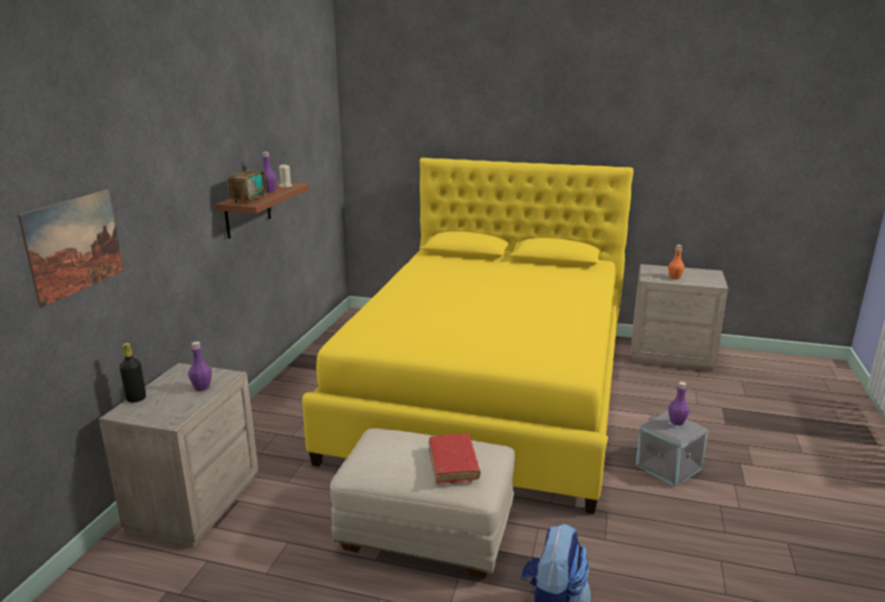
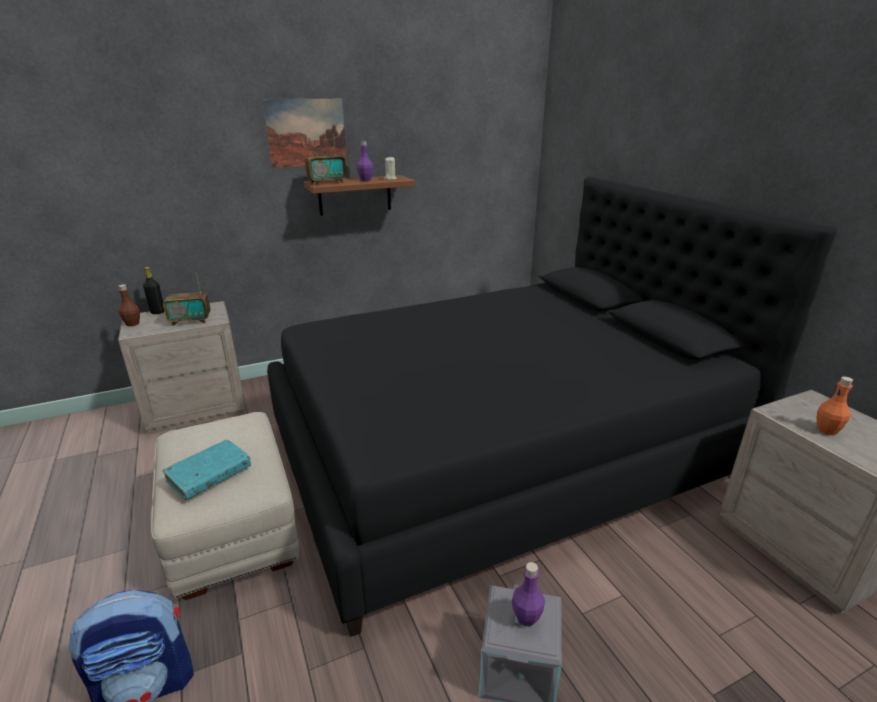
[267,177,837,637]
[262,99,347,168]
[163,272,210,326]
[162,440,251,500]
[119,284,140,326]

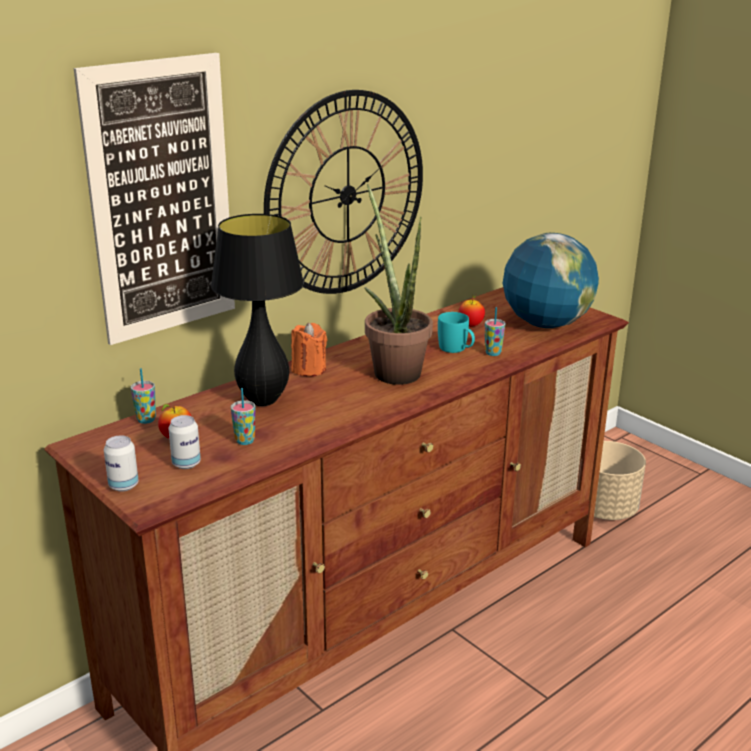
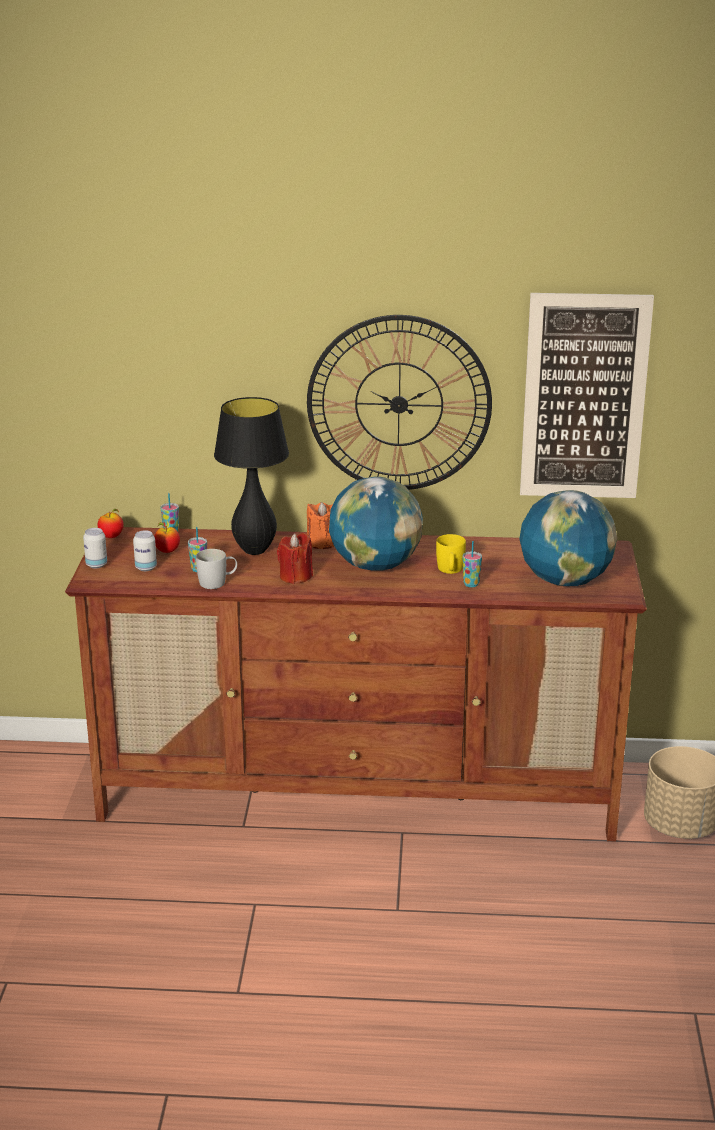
[520,293,654,498]
[329,477,423,571]
[98,509,124,538]
[436,534,466,574]
[277,533,313,584]
[196,549,237,589]

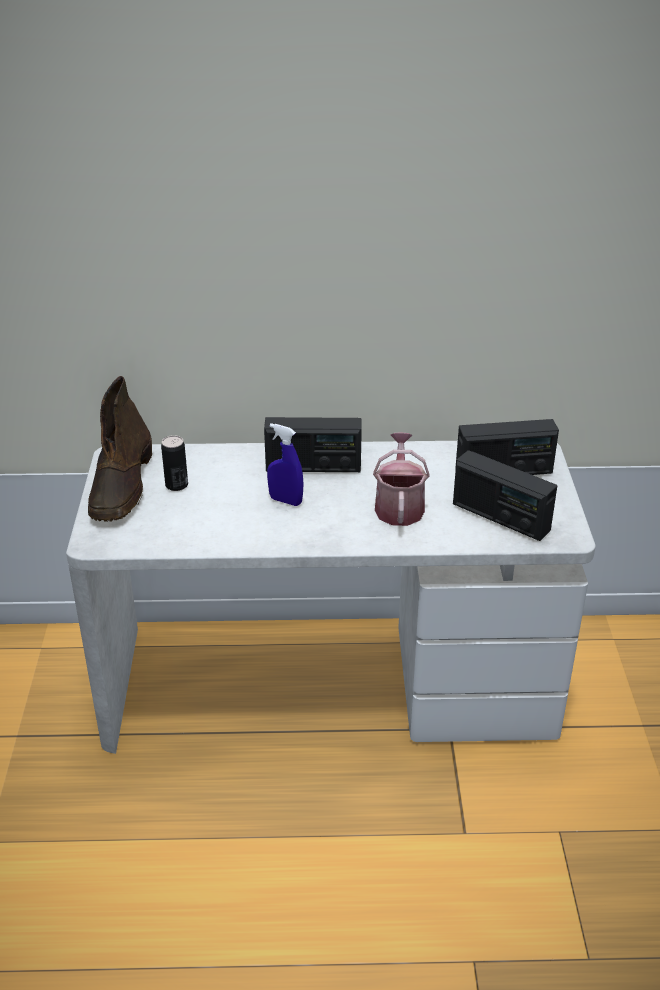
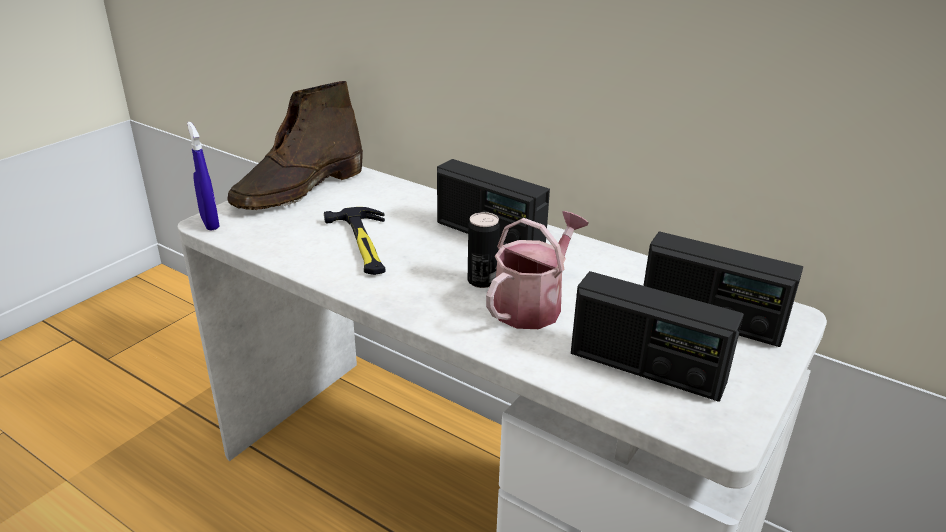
[187,122,220,231]
[468,212,500,288]
[571,271,744,402]
[324,207,386,275]

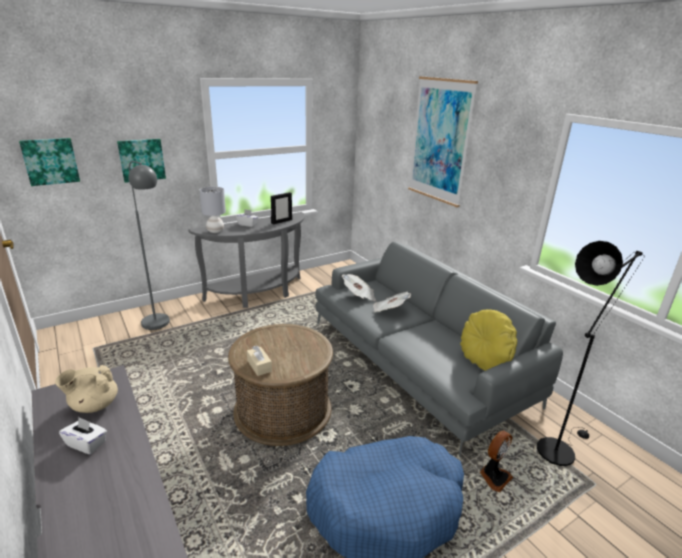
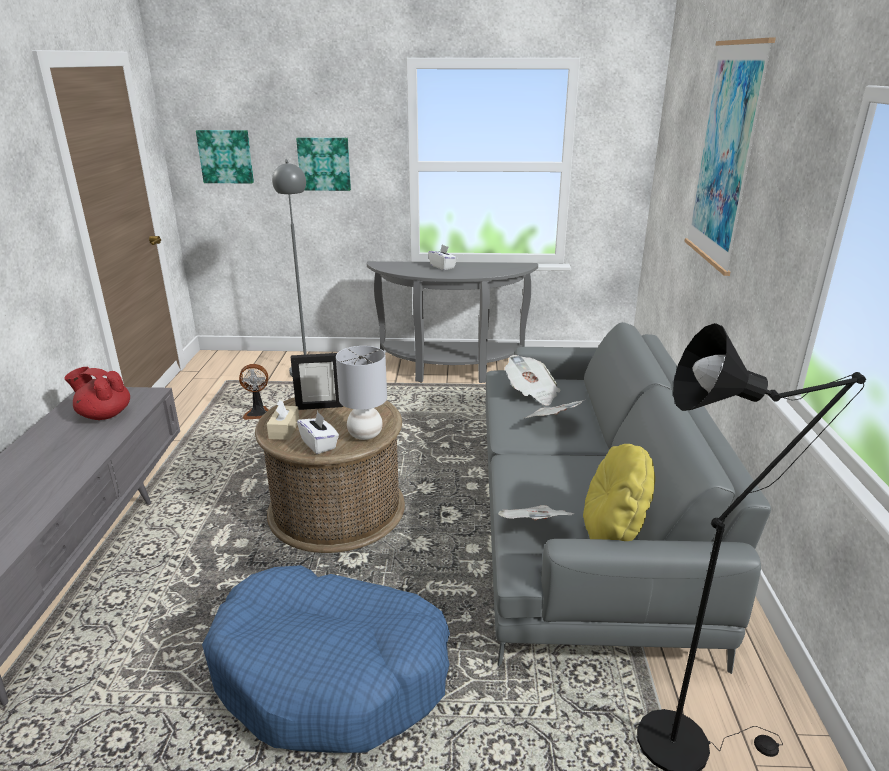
[336,346,387,440]
[291,353,343,410]
[64,367,130,420]
[297,411,339,454]
[239,364,269,420]
[498,505,574,521]

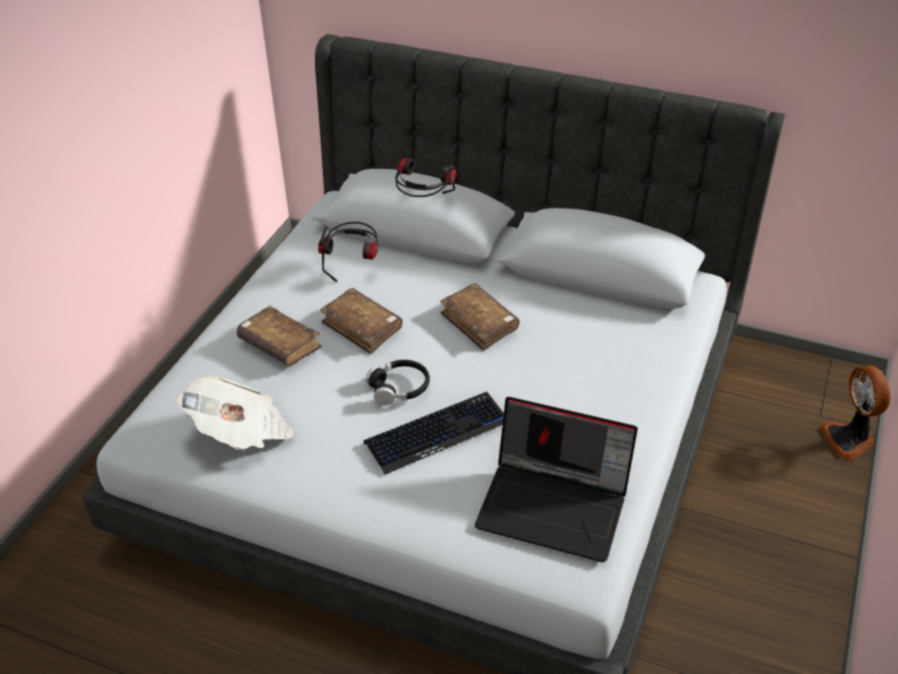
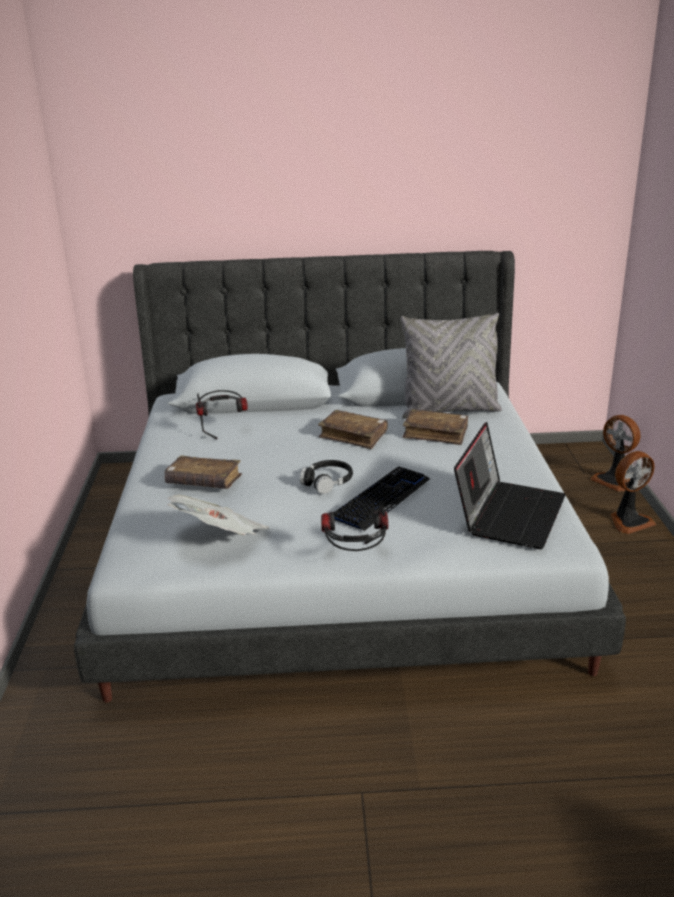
[321,507,388,551]
[403,409,468,445]
[454,422,566,549]
[401,313,502,418]
[610,451,656,534]

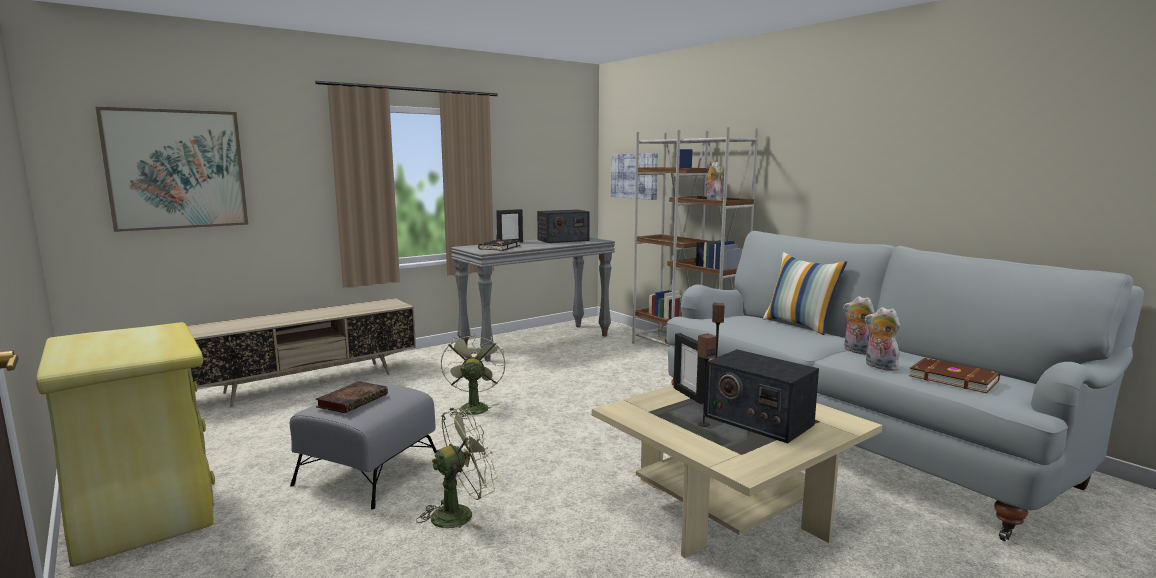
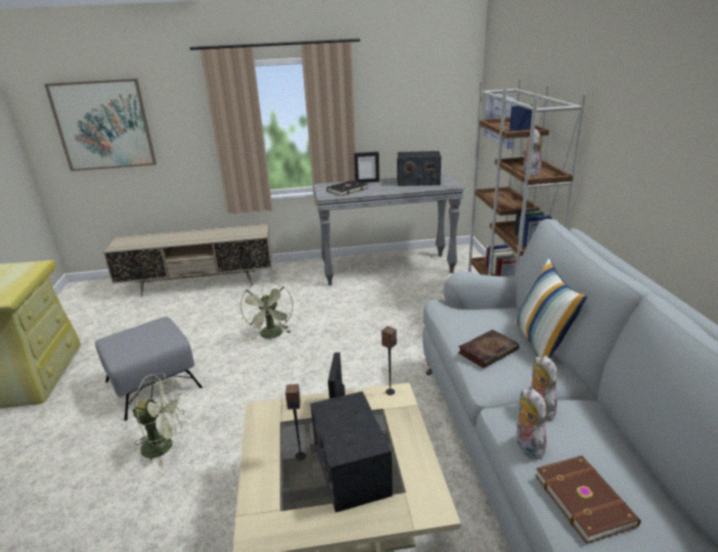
[240,281,293,340]
[458,330,519,368]

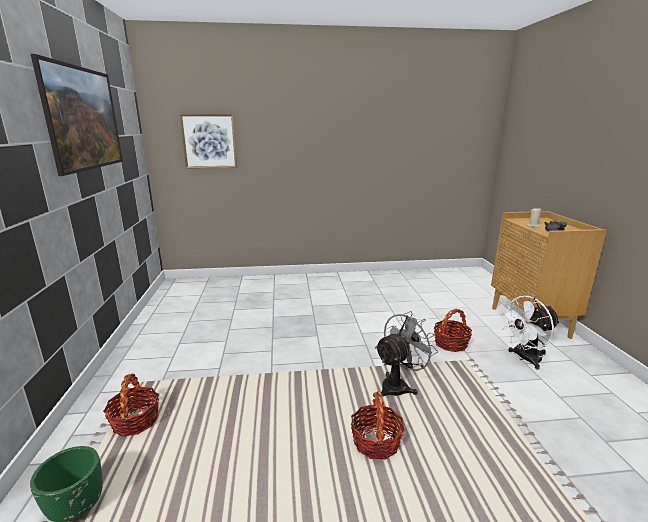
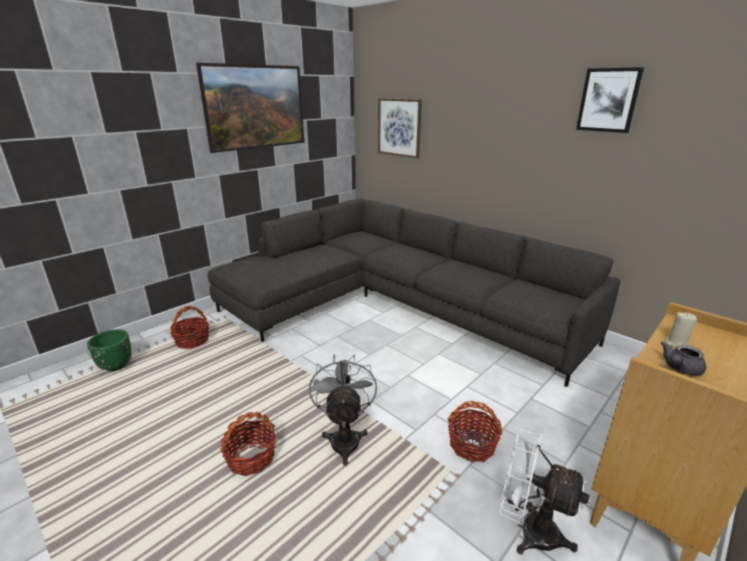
[309,355,377,466]
[576,67,644,133]
[208,198,620,387]

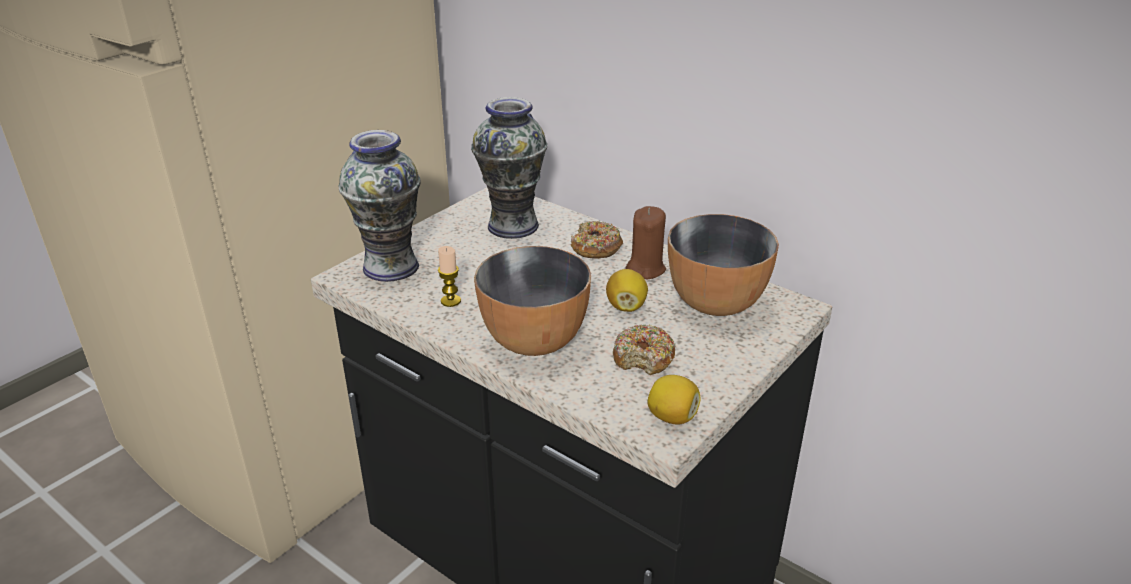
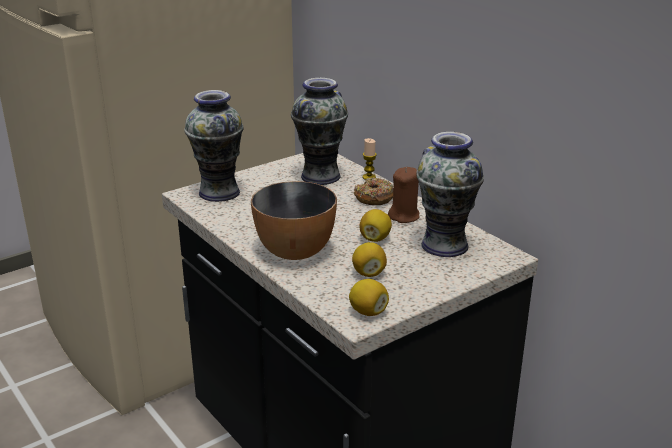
[416,132,484,257]
[363,138,377,179]
[352,242,387,277]

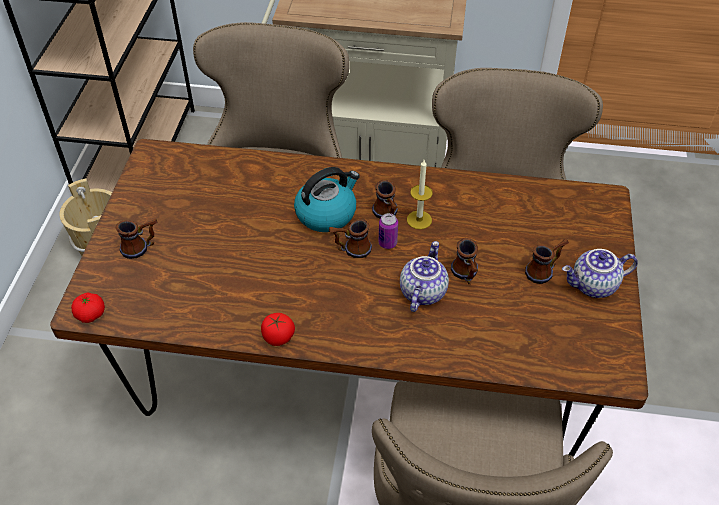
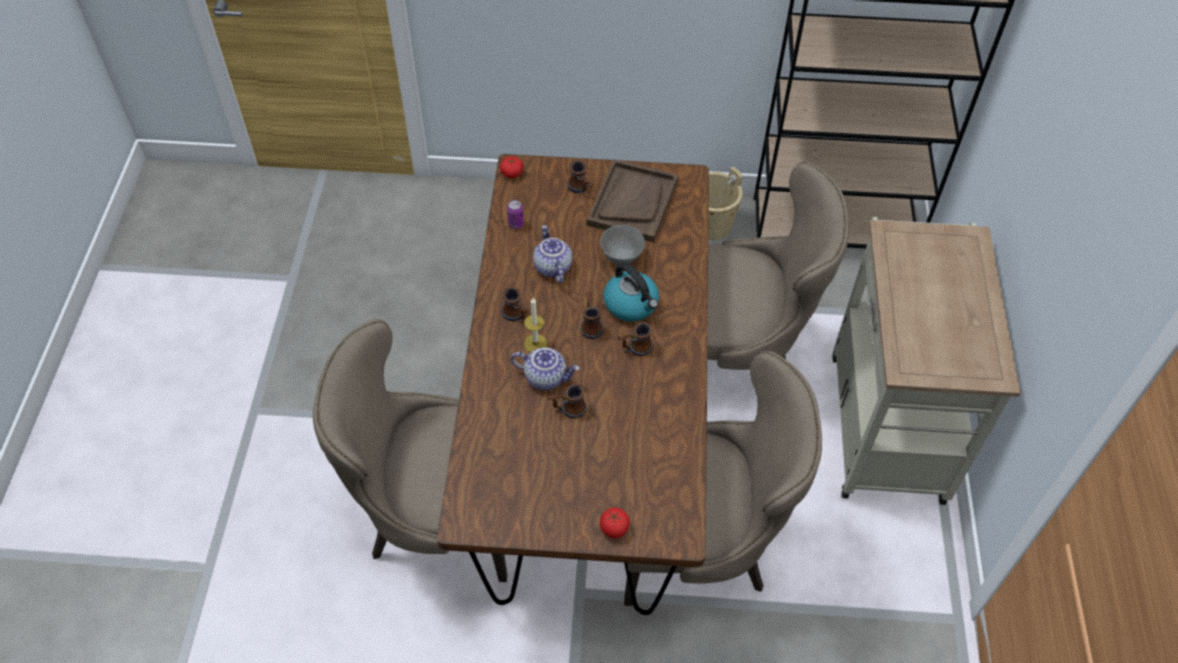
[524,298,547,352]
[507,200,524,229]
[501,286,528,323]
[533,225,572,283]
[600,507,630,538]
[587,159,678,242]
[601,225,645,265]

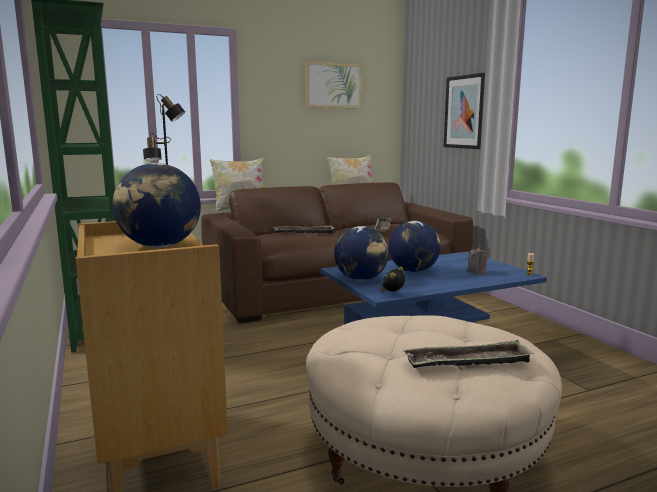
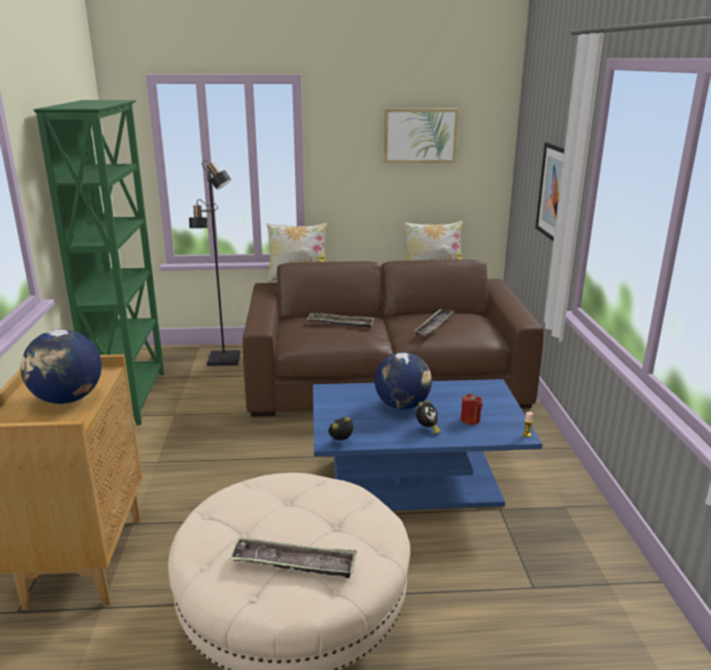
[334,226,389,281] (first image)
[460,394,483,425]
[416,400,441,434]

